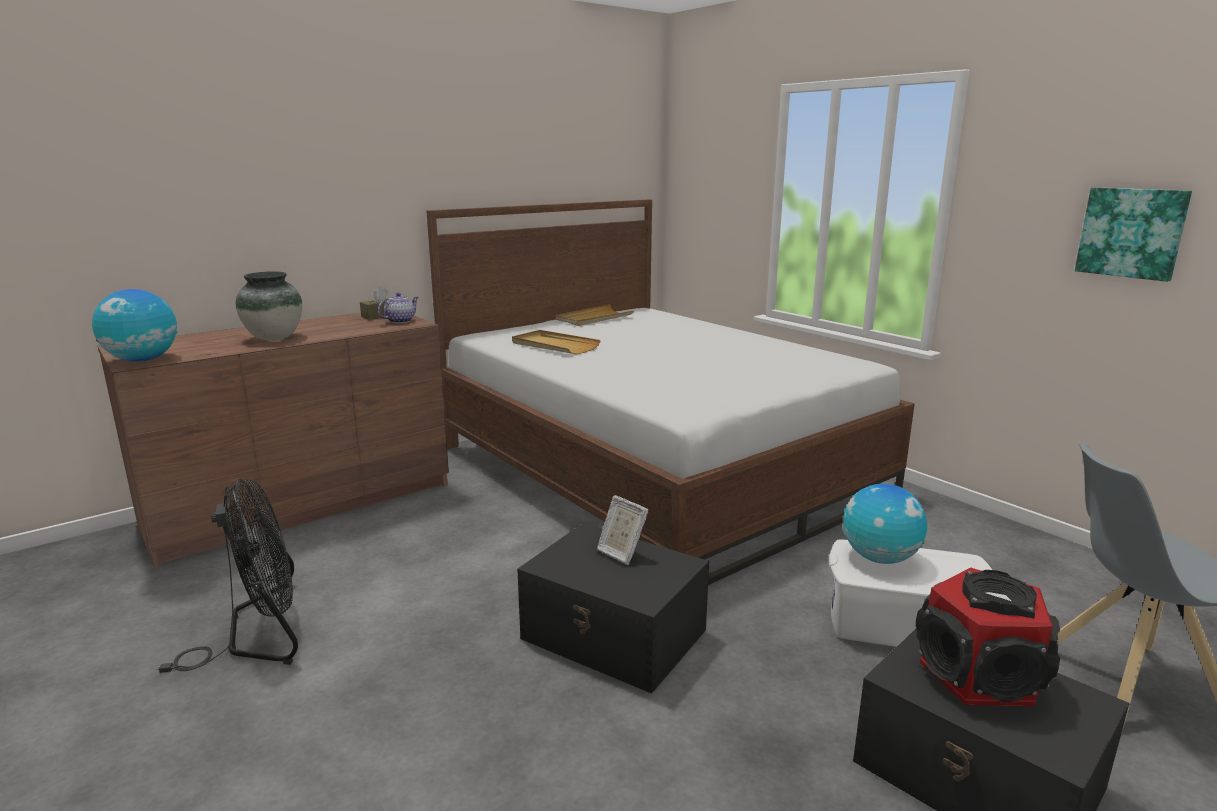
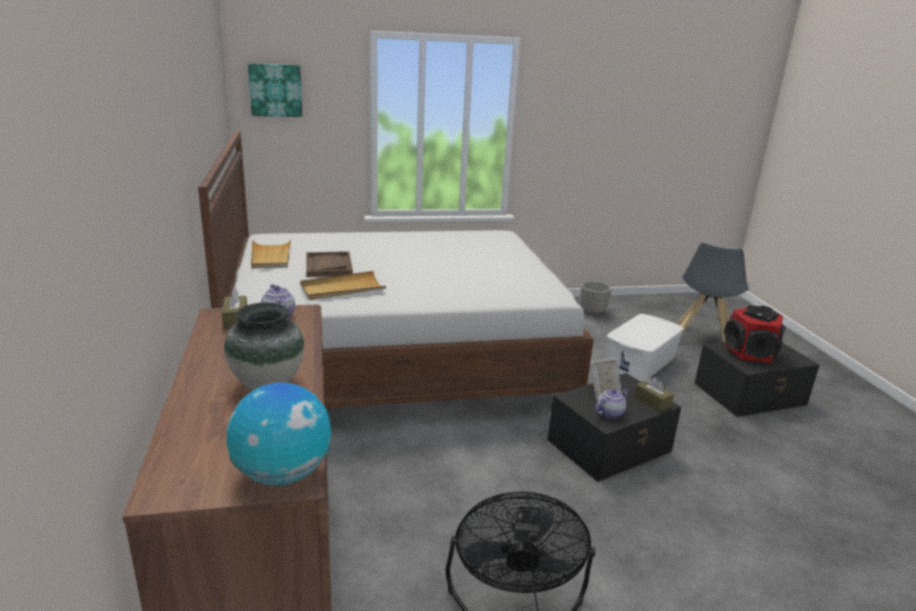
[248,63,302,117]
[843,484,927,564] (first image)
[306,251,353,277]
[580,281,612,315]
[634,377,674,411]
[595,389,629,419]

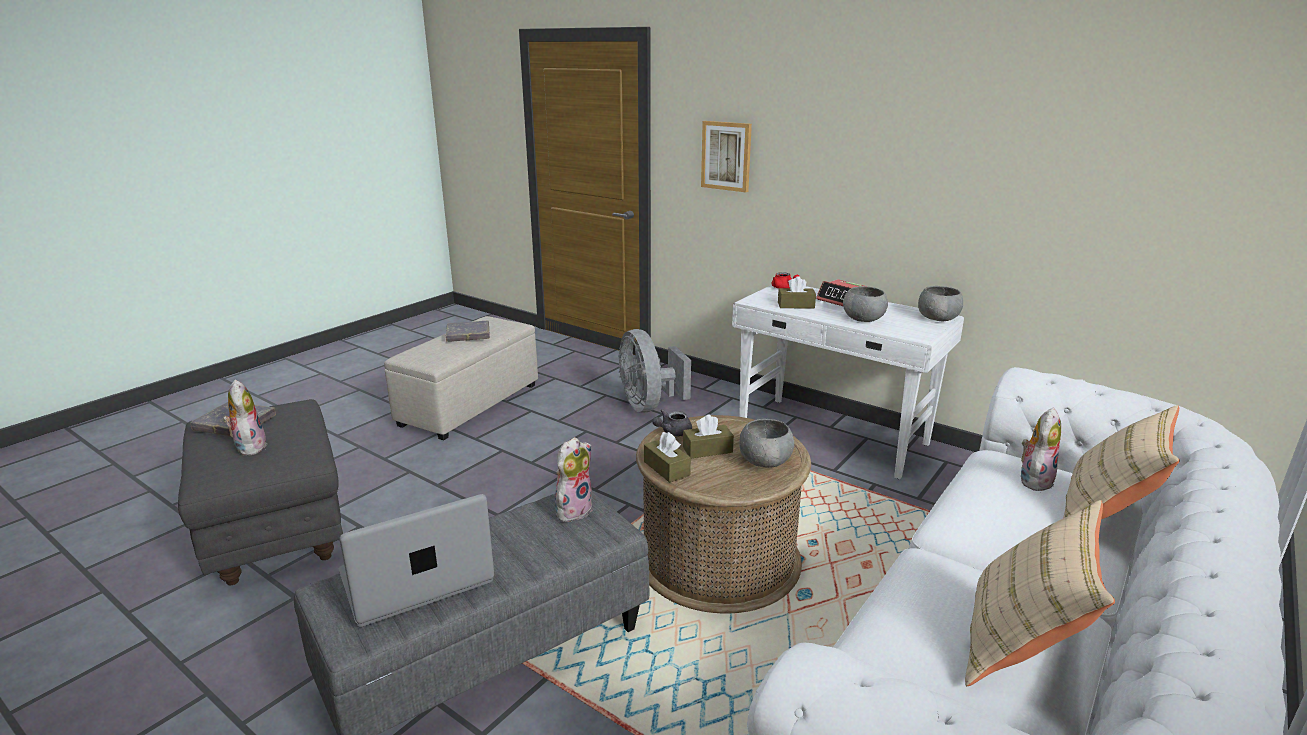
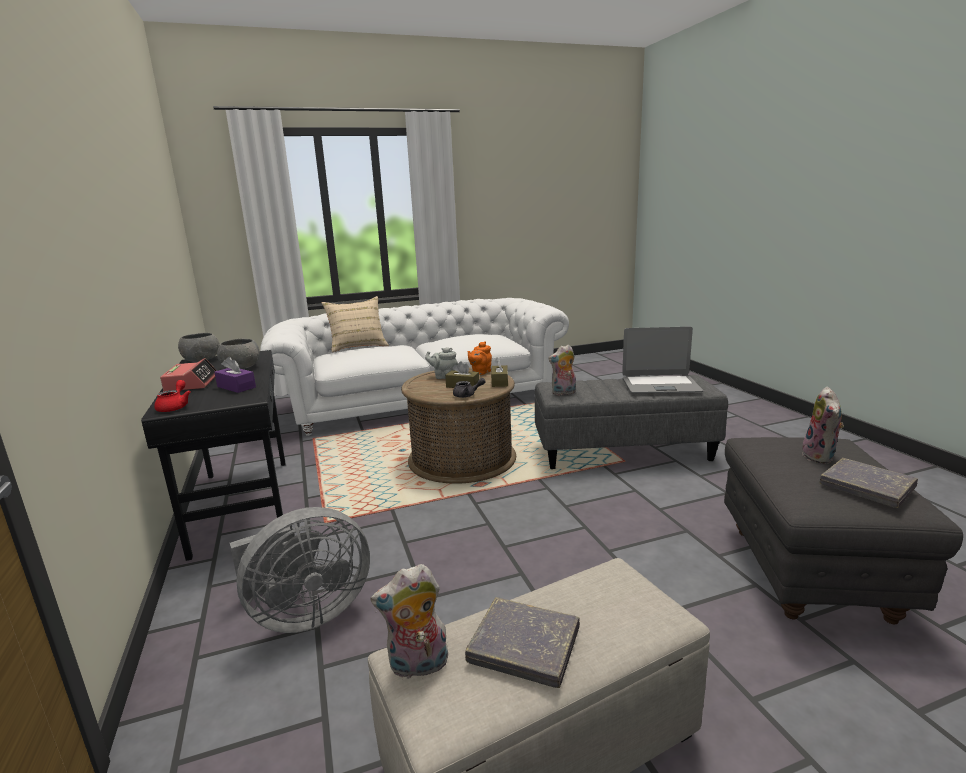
[701,121,752,192] (first image)
[215,357,256,393]
[141,350,286,561]
[230,507,370,633]
[370,564,448,679]
[425,347,458,379]
[965,500,1115,686] (first image)
[468,341,492,375]

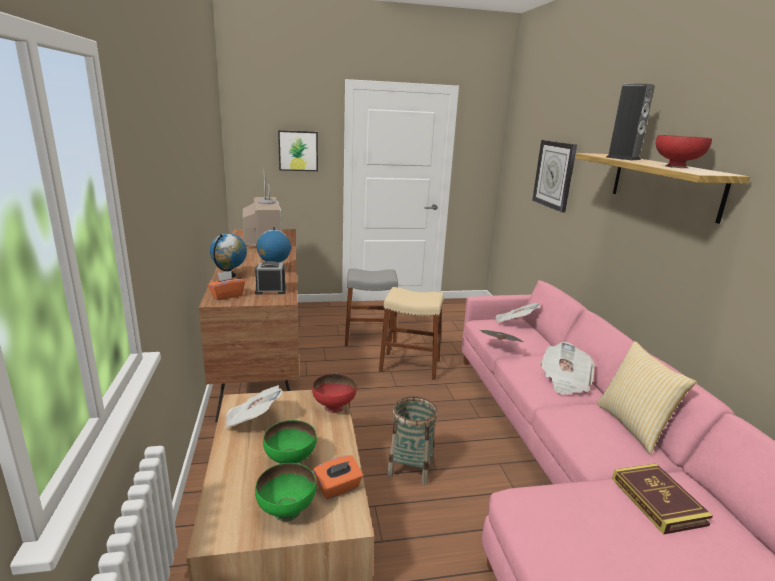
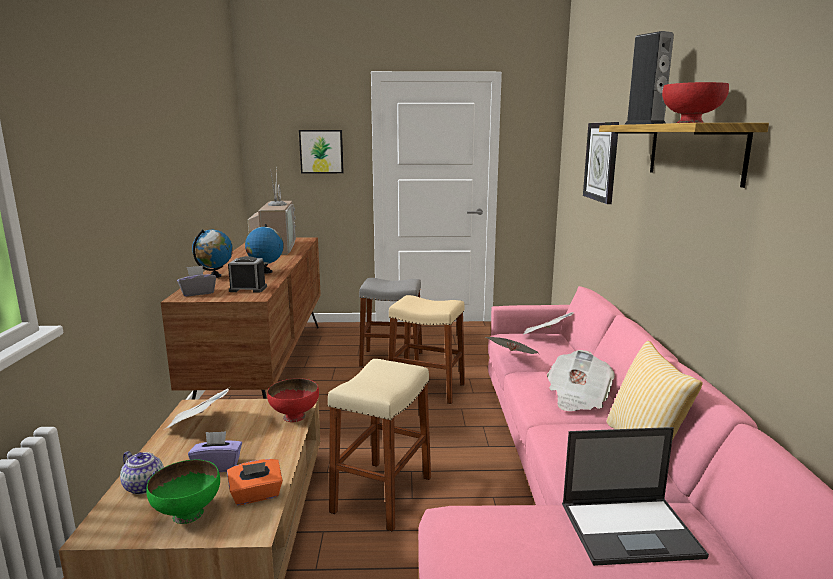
[177,265,216,297]
[328,359,431,532]
[188,431,242,472]
[562,427,709,566]
[120,451,164,495]

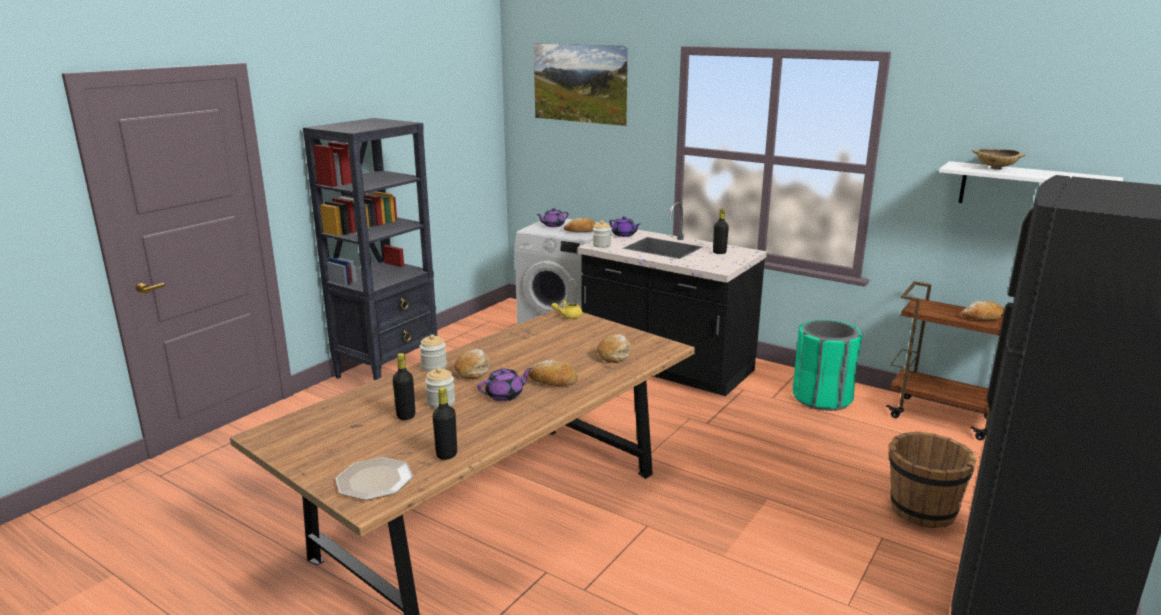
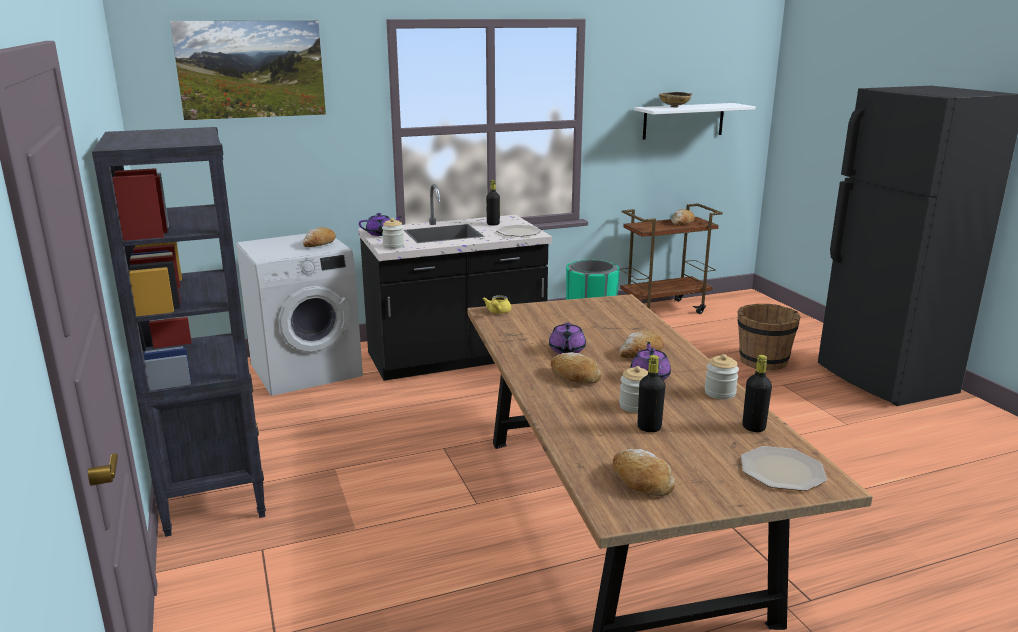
[549,322,586,354]
[705,354,739,399]
[613,449,675,496]
[496,225,541,237]

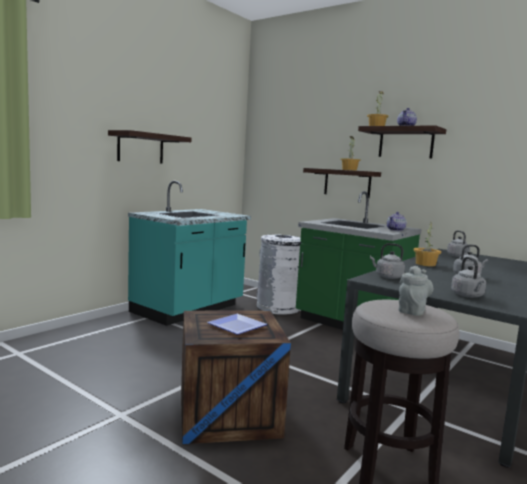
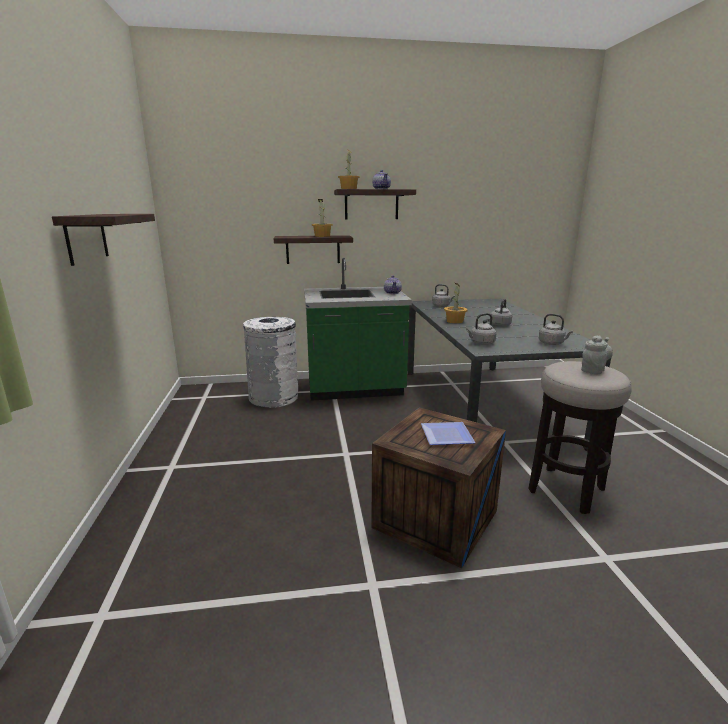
[128,181,251,326] (first image)
[581,335,613,374]

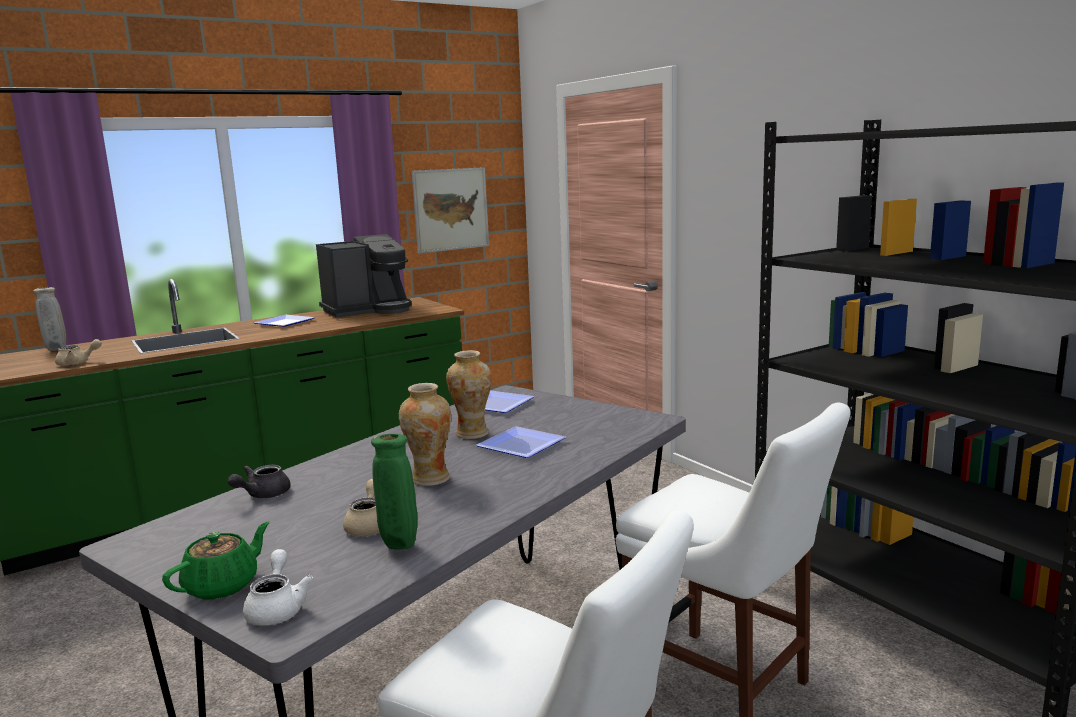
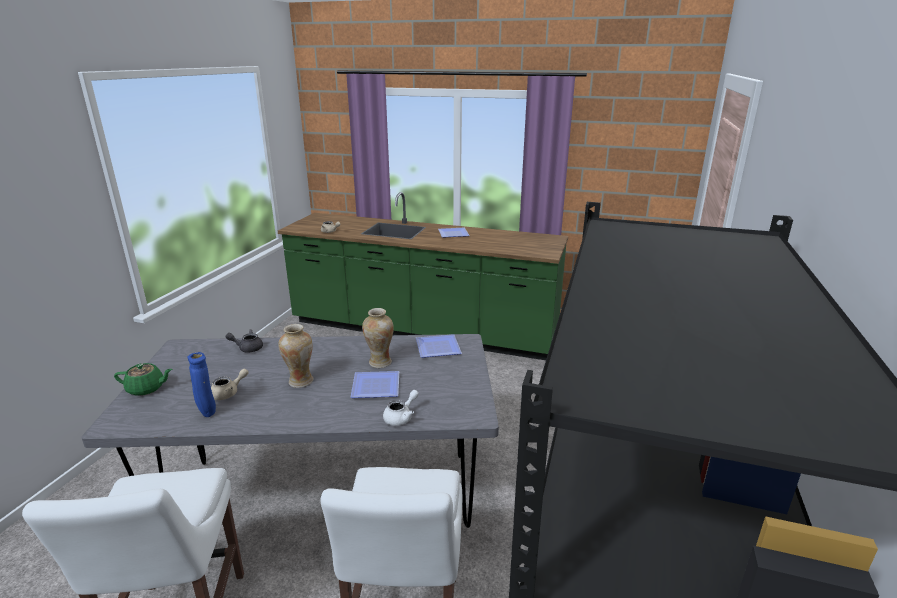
[412,167,489,253] (first image)
[316,234,412,318] (first image)
[33,287,66,351] (first image)
[187,352,216,417]
[383,390,419,426]

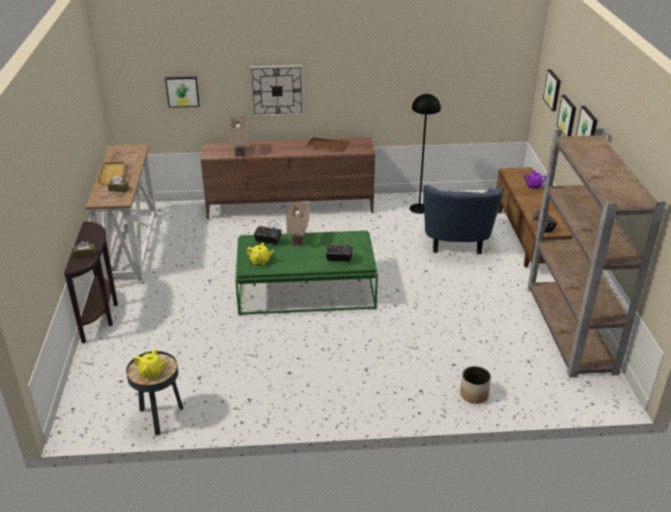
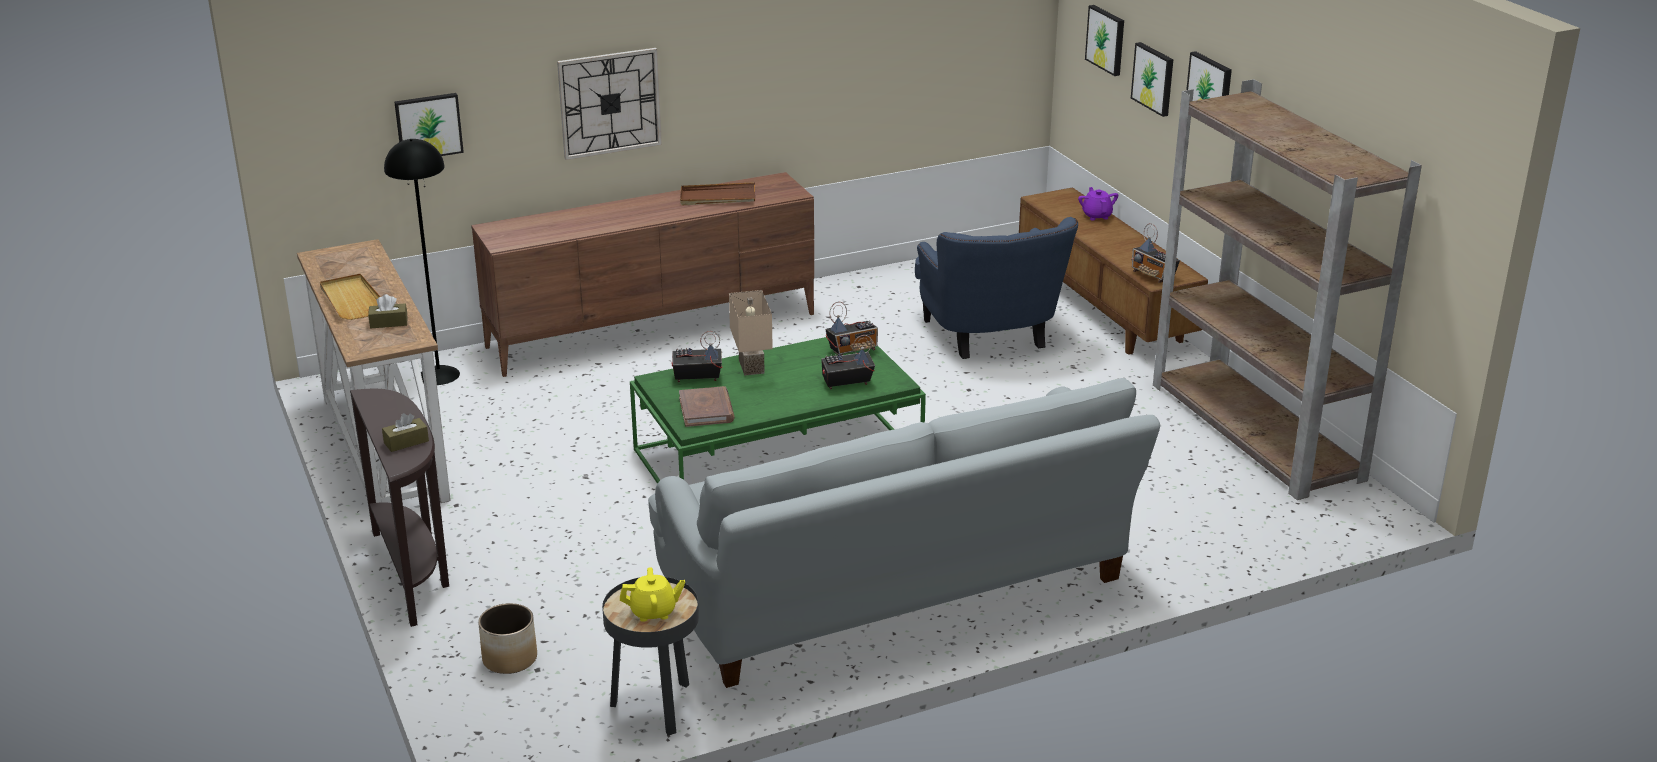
[384,139,460,385]
[229,117,247,157] (first image)
[679,386,735,427]
[478,603,537,674]
[825,302,878,356]
[648,378,1160,688]

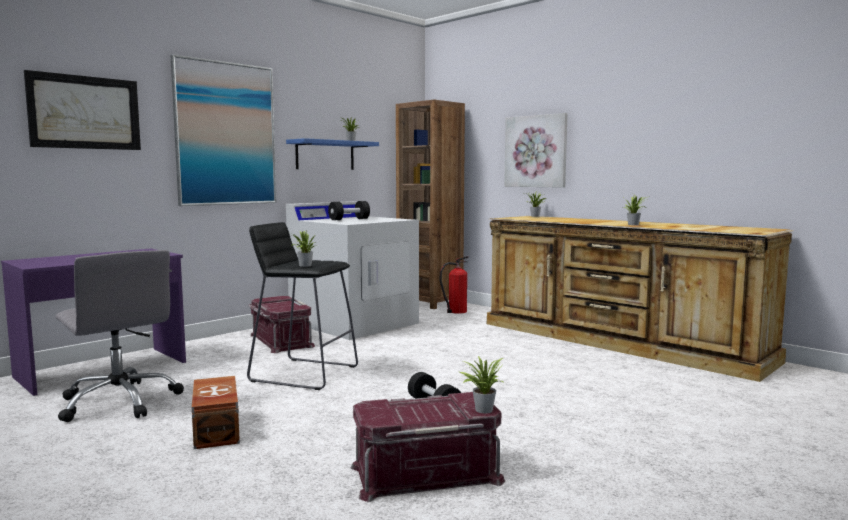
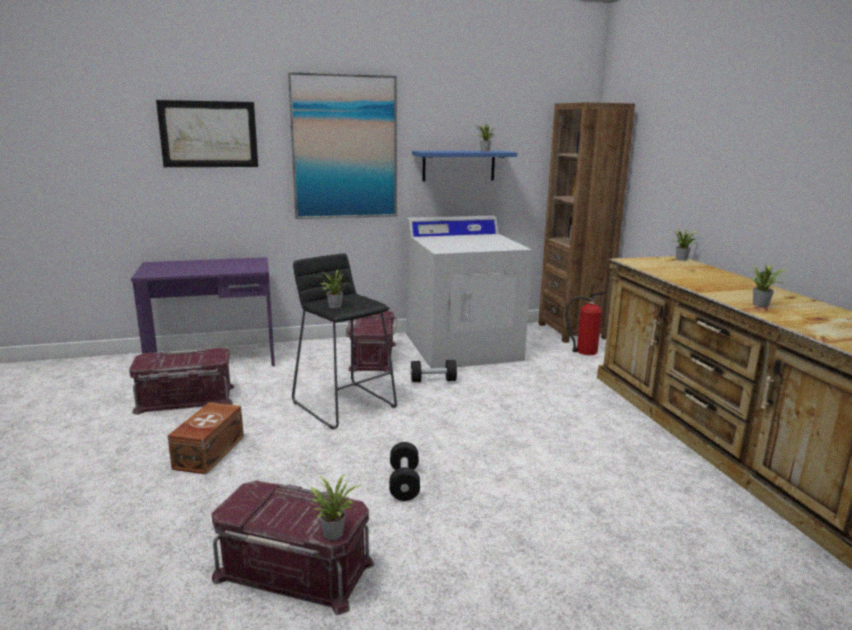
[504,113,568,188] (first image)
[411,360,457,382]
[129,348,234,415]

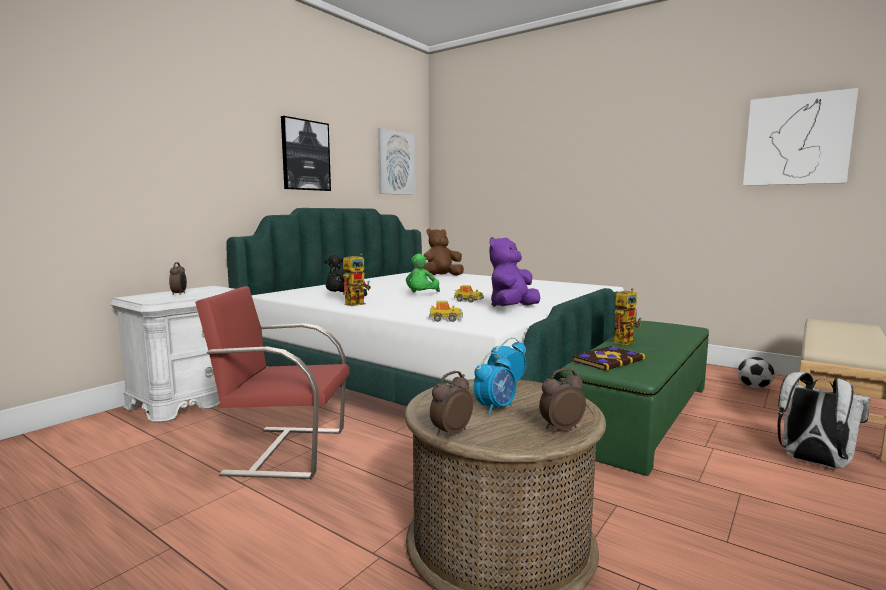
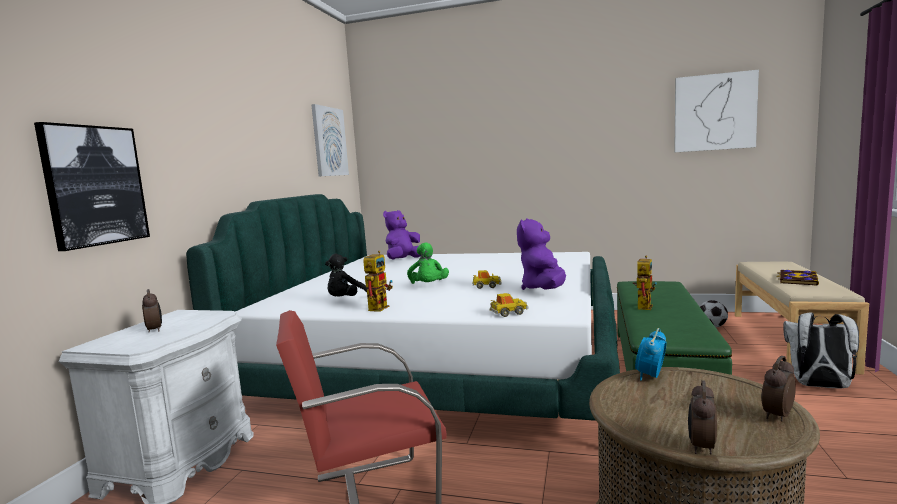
[34,122,150,251]
[383,210,421,260]
[776,270,819,286]
[474,352,516,415] (first image)

